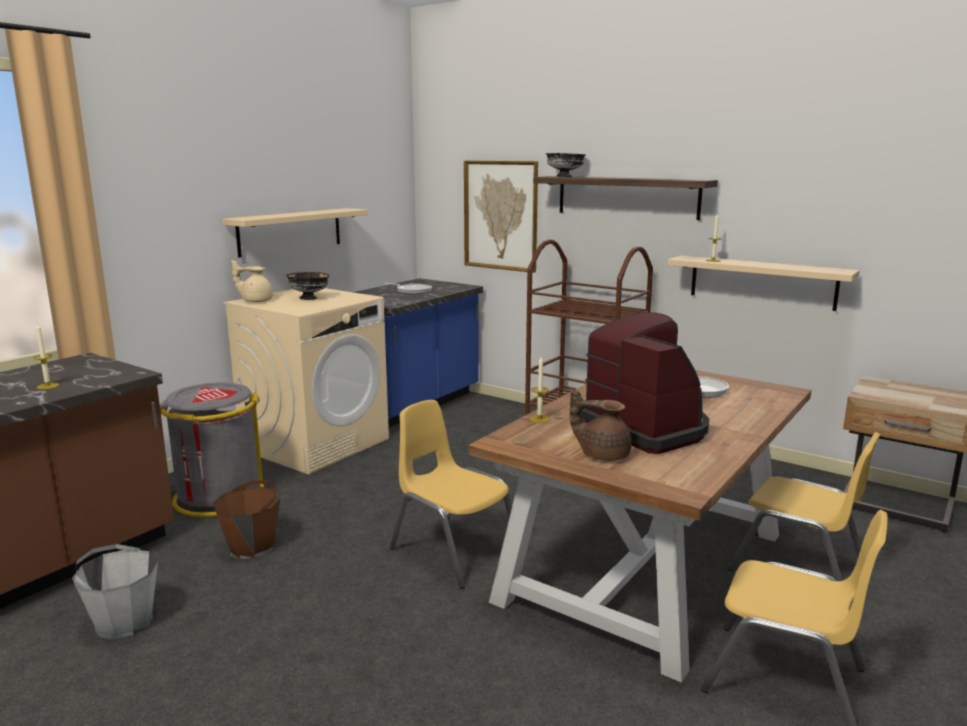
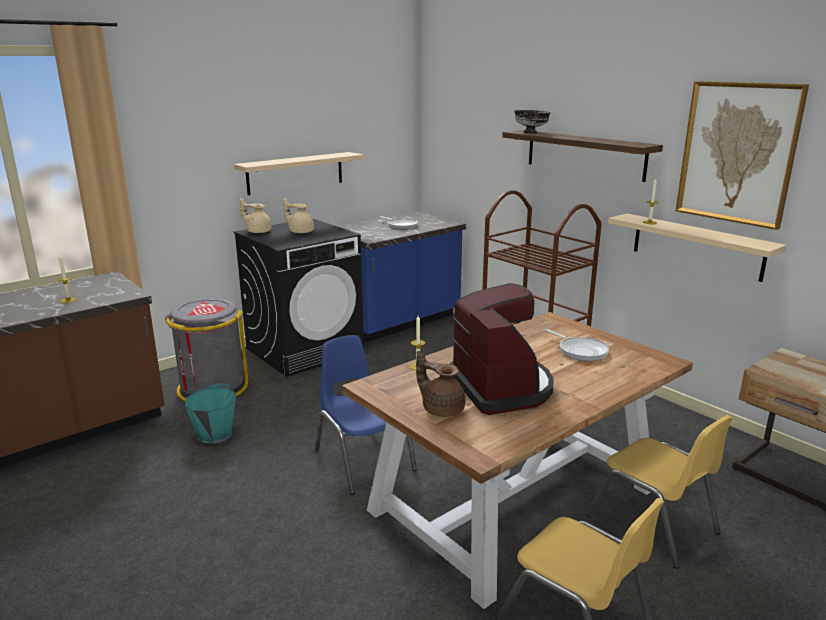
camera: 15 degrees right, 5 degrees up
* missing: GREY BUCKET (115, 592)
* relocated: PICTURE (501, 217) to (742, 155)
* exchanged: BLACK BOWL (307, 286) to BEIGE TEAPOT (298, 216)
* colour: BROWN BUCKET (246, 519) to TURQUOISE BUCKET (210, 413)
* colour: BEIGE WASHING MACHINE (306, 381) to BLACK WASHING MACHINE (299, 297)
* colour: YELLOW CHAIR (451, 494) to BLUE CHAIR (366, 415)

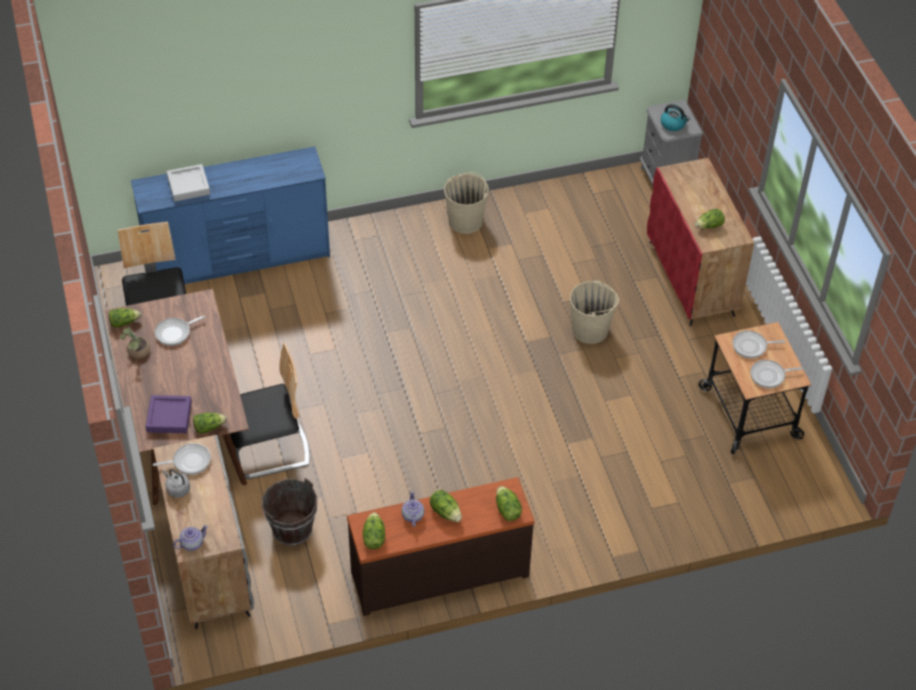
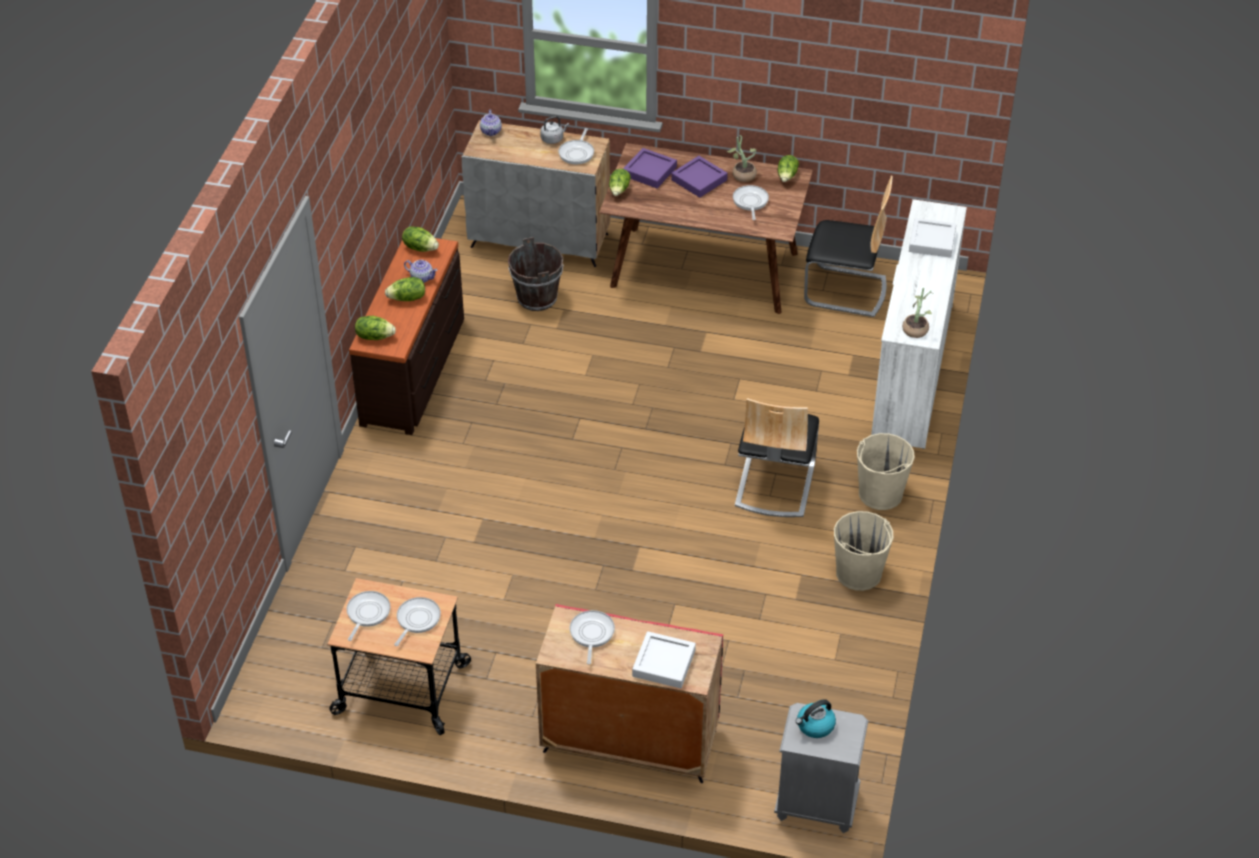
camera: 120 degrees right, 5 degrees down
* appeared: GREY TRAY (664, 659)
* appeared: PURPLE TRAY (699, 177)
* appeared: POTTED PLANT (917, 312)
* relocated: CHAIR (269, 411) to (777, 457)
* relocated: BEIGE BUCKET (594, 312) to (886, 471)
* exchanged: LETTUCE (710, 218) to FRYING PAN (592, 637)
* colour: BLUE DRESSER (230, 215) to WHITE DRESSER (919, 324)

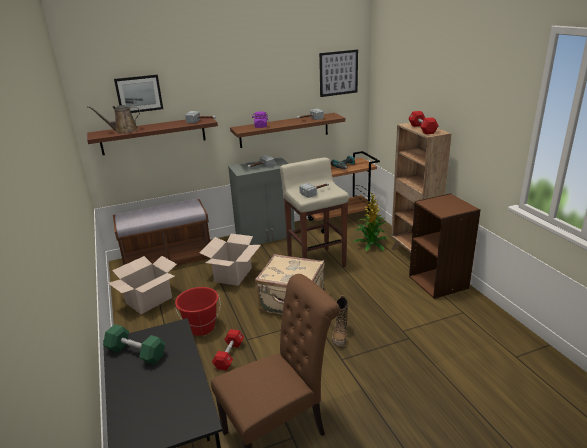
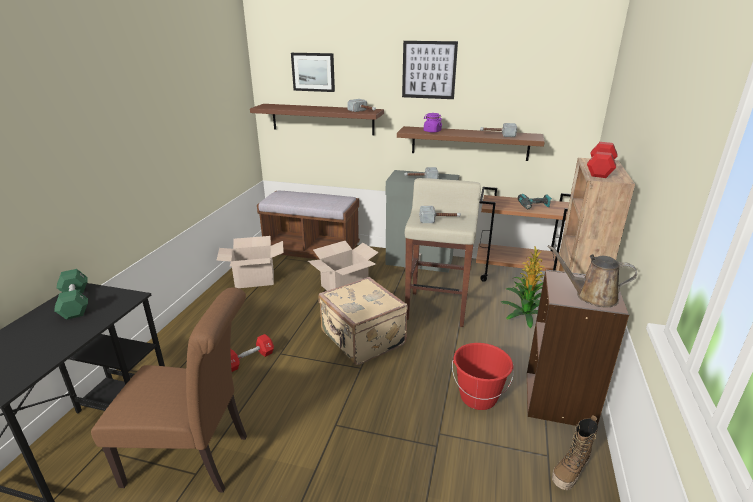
camera: 35 degrees right, 0 degrees up
* relocated: BROWN WATERING CAN (113, 119) to (592, 276)
* relocated: RED BUCKET (197, 311) to (483, 376)
* relocated: PICTURE (338, 73) to (430, 70)
* relocated: BOOT (340, 320) to (575, 452)

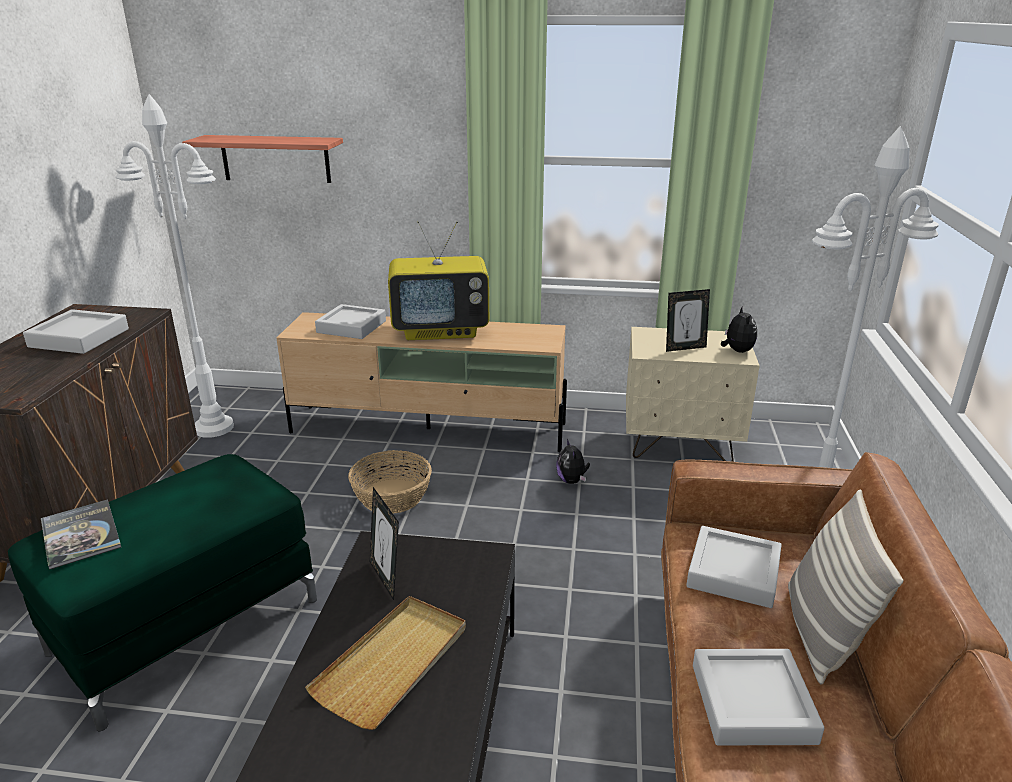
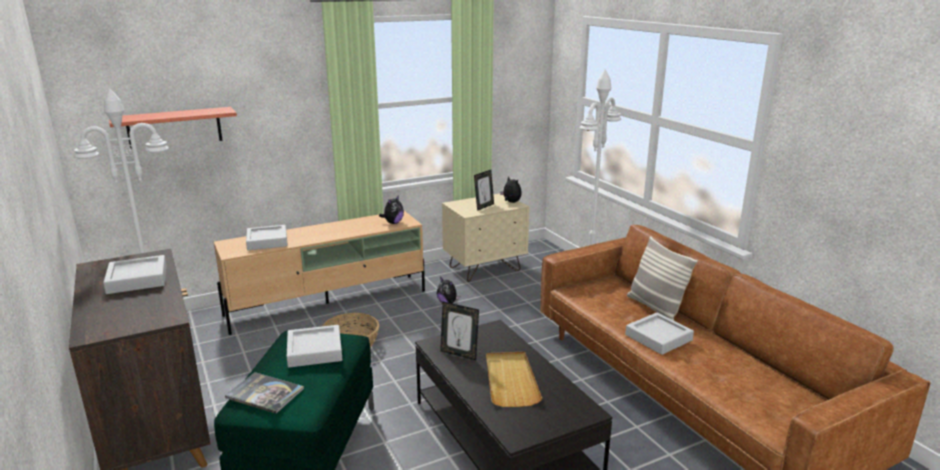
camera: 35 degrees left, 5 degrees down
* missing: TELEVISION (438, 280)
* appeared: PLUSH TOY (391, 209)
* relocated: GREY TRAY (734, 567) to (314, 346)

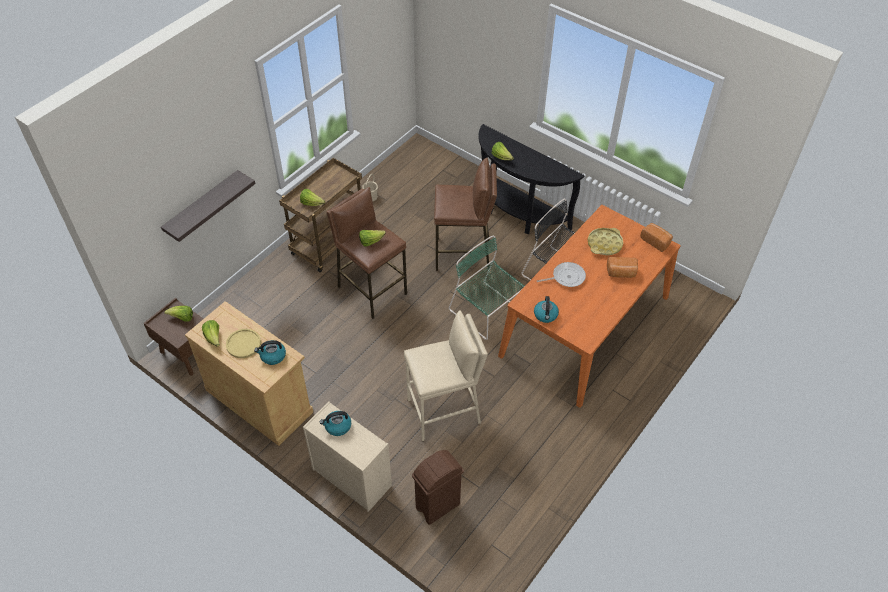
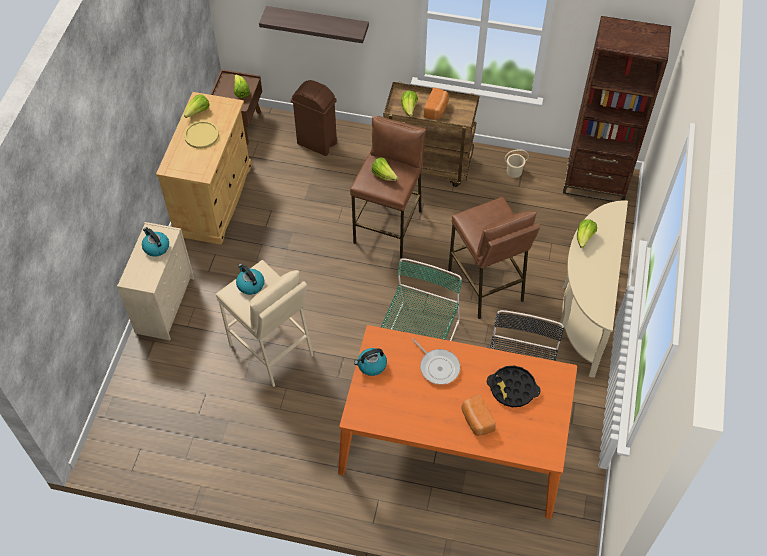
camera: 65 degrees right, 5 degrees up
* appeared: BROWN BOOKCASE (617, 109)
* relocated: KETTLE (270, 352) to (250, 279)
* relocated: BROWN TRASH CAN (438, 487) to (314, 118)
* relocated: BREAD (656, 237) to (436, 104)
* colour: BLACK CONSOLE TABLE (531, 179) to BEIGE CONSOLE TABLE (592, 289)
* colour: YELLOW TRAY (605, 241) to BLACK TRAY (513, 386)

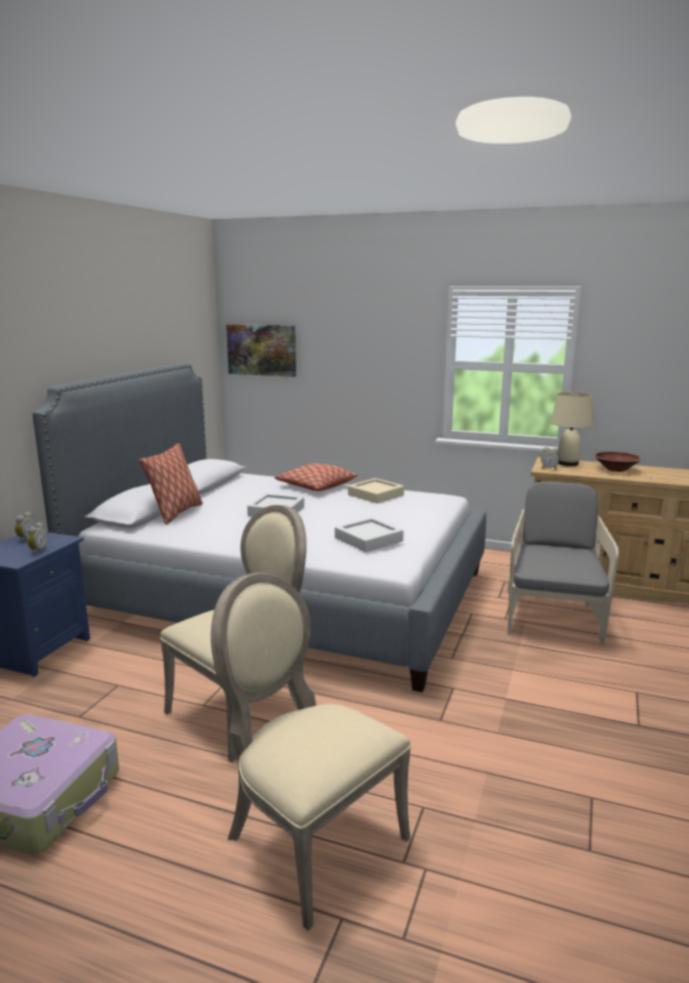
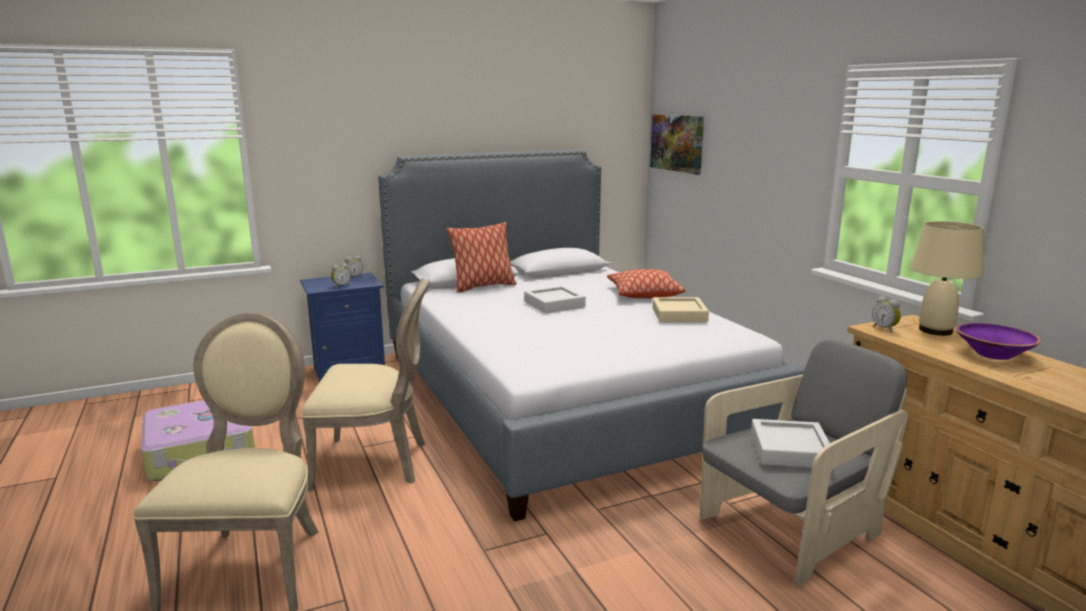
camera: 45 degrees right, 0 degrees up
* relocated: GREY TRAY (369, 534) to (790, 443)
* colour: BROWN BOWL (618, 462) to PURPLE BOWL (998, 341)

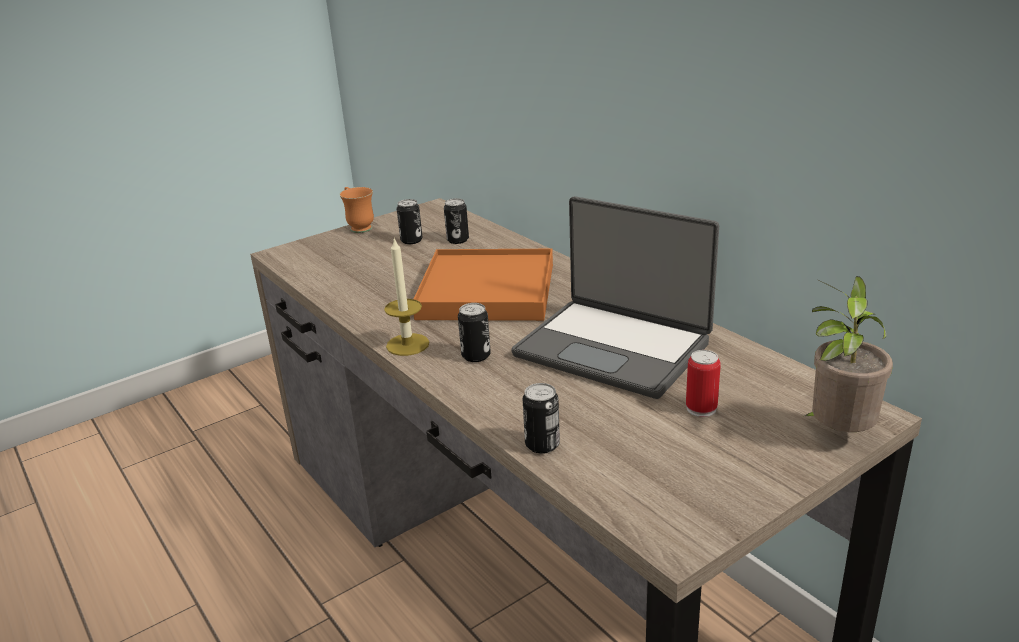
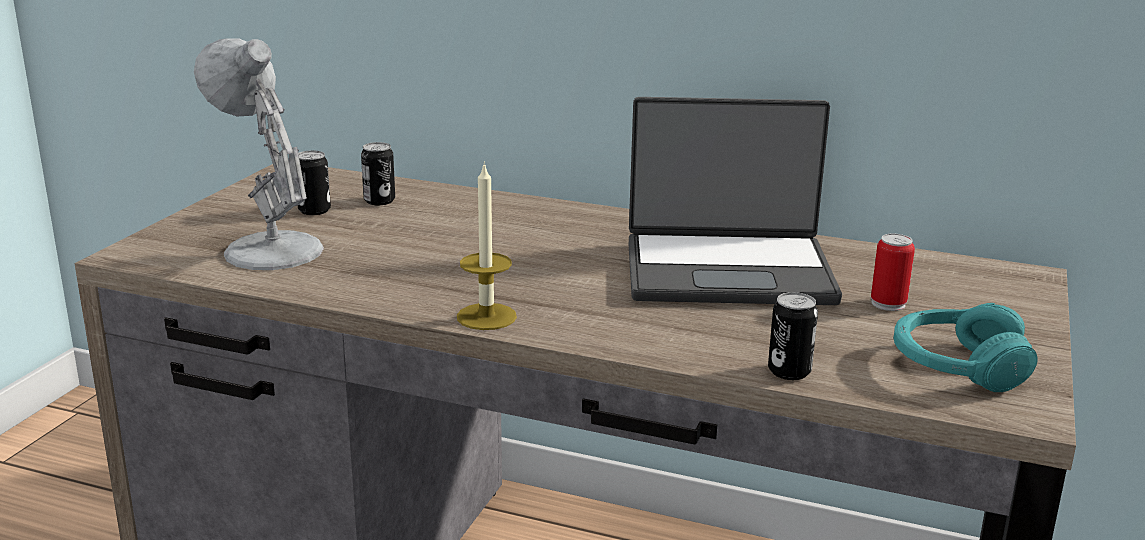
camera: 35 degrees left, 5 degrees down
* missing: ORANGE MUG (356, 210)
* missing: ORANGE TRAY (483, 285)
* missing: CAN (474, 332)
* missing: POTTED PLANT (849, 354)
* appeared: WHITE TABLE LAMP (259, 154)
* appeared: TURQUOISE HEADPHONES (965, 347)

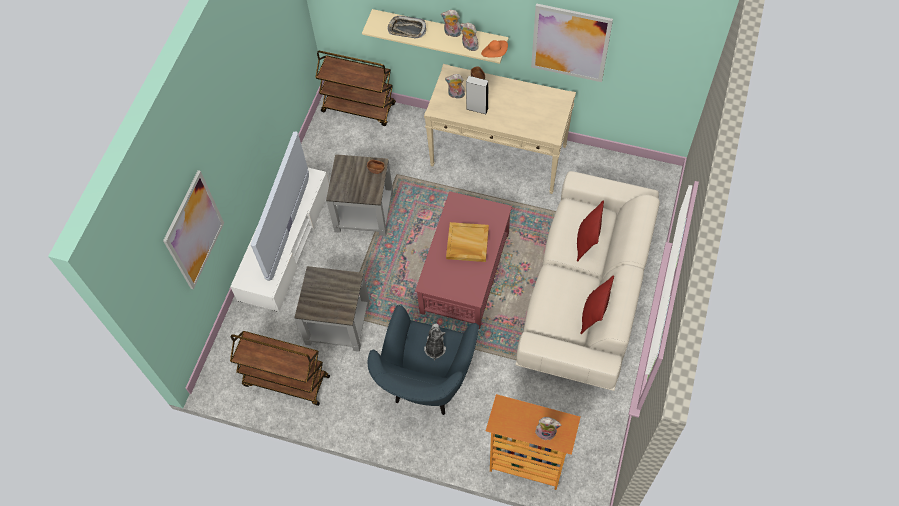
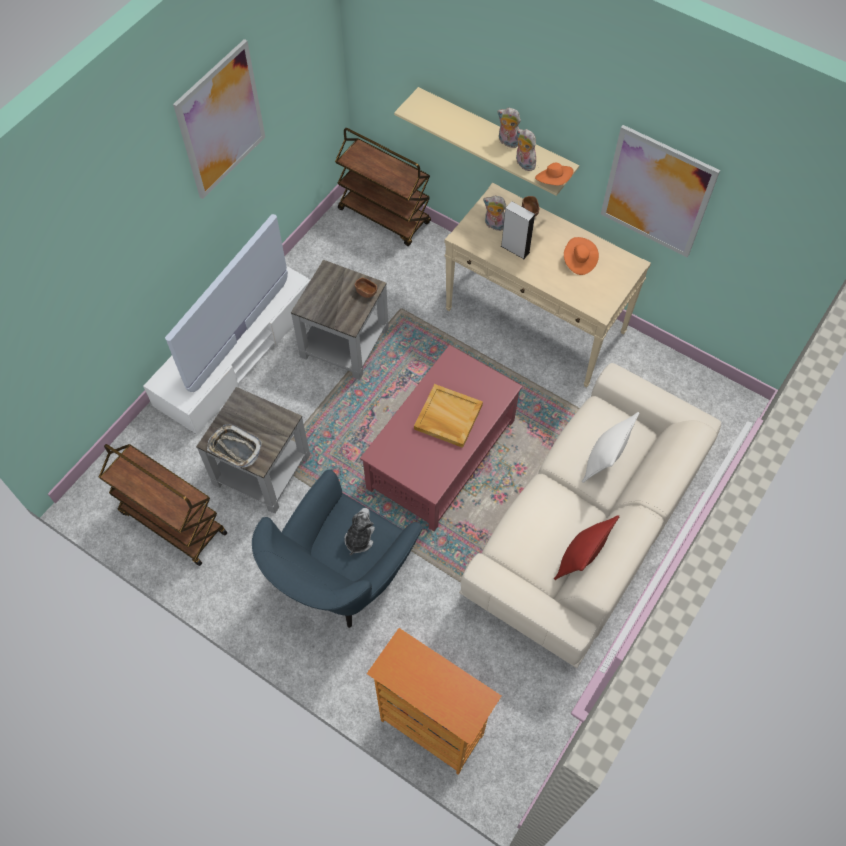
camera: 15 degrees right, 0 degrees up
* missing: PLUSH TOY (548, 428)
* appeared: ORANGE HAT (581, 256)
* relocated: PICTURE (193, 229) to (219, 119)
* relocated: TRAY (406, 27) to (234, 445)
* colour: RED PILLOW (590, 231) to WHITE PILLOW (610, 447)

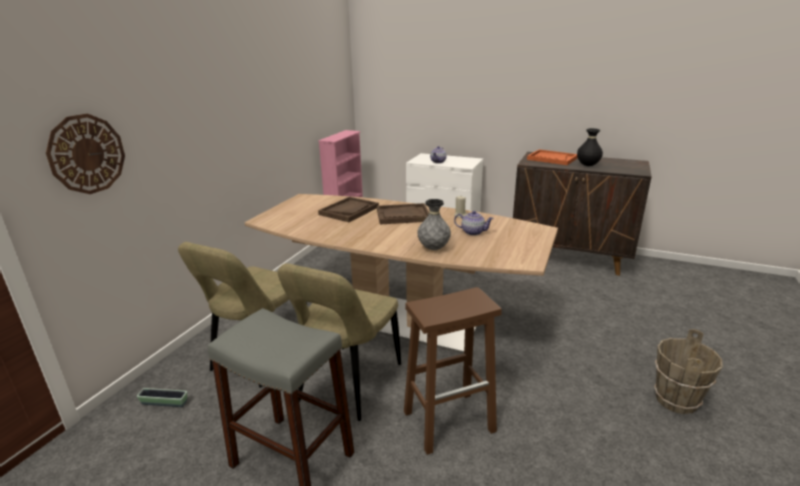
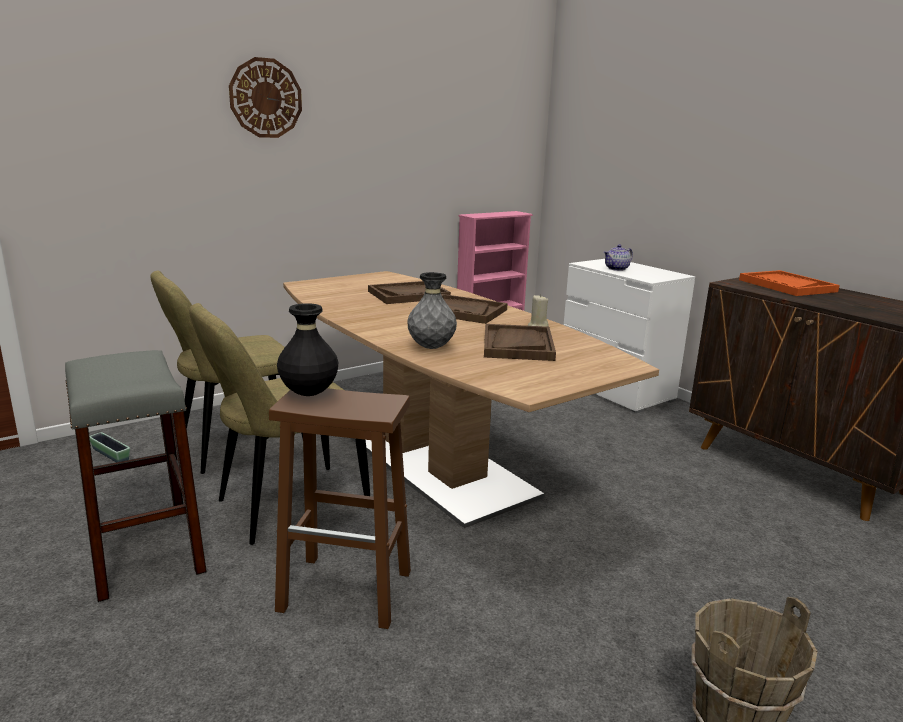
camera: 30 degrees right, 5 degrees down
* relocated: WALL CLOCK (85, 154) to (265, 97)
* relocated: BLACK VASE (590, 147) to (307, 349)
* exchanged: TEAPOT (474, 223) to BROWN TRAY (520, 342)

